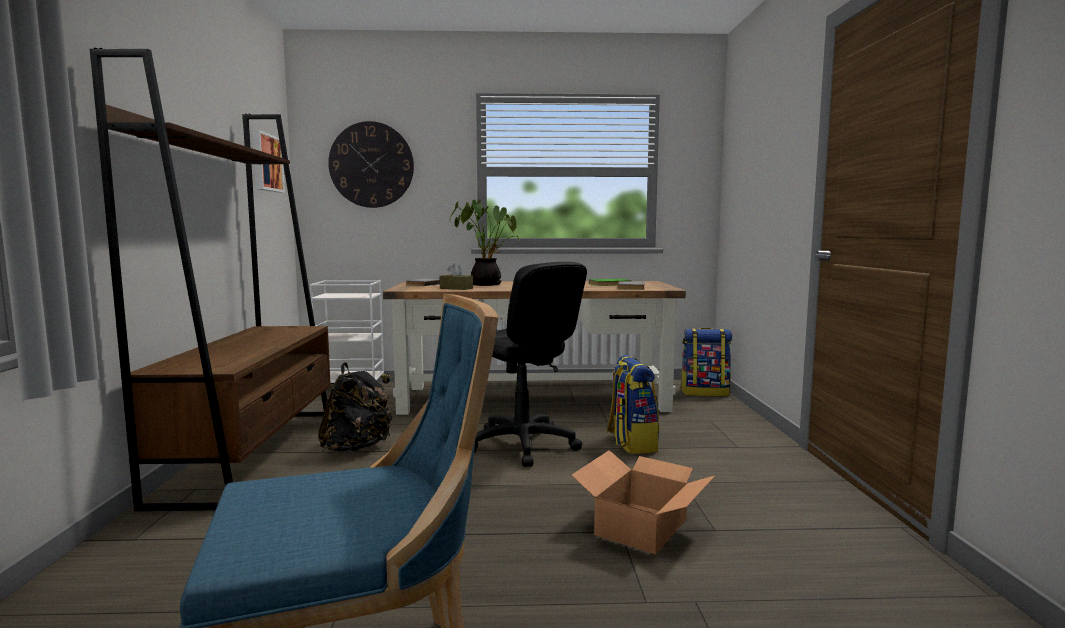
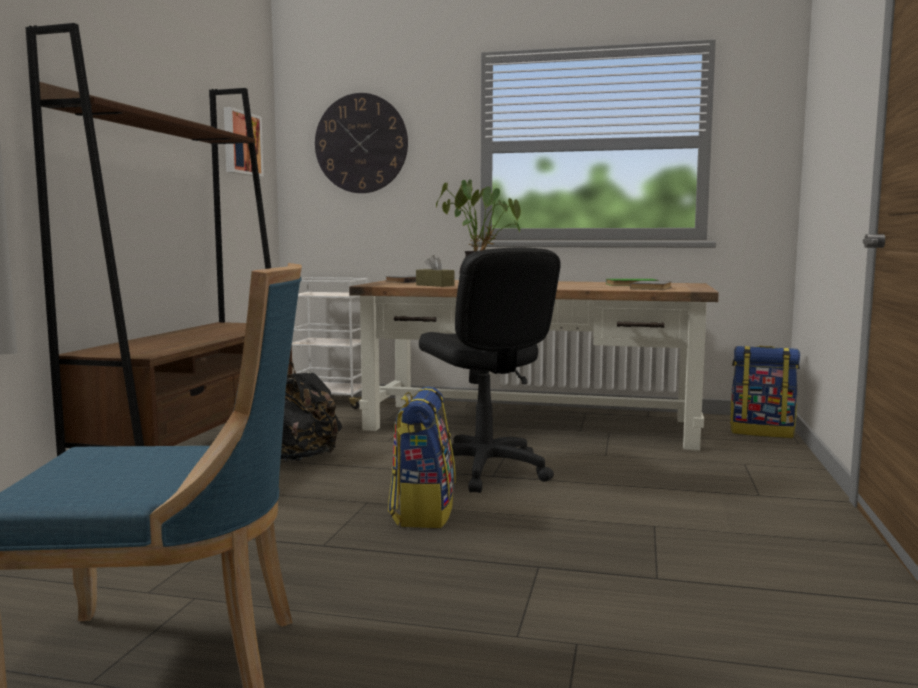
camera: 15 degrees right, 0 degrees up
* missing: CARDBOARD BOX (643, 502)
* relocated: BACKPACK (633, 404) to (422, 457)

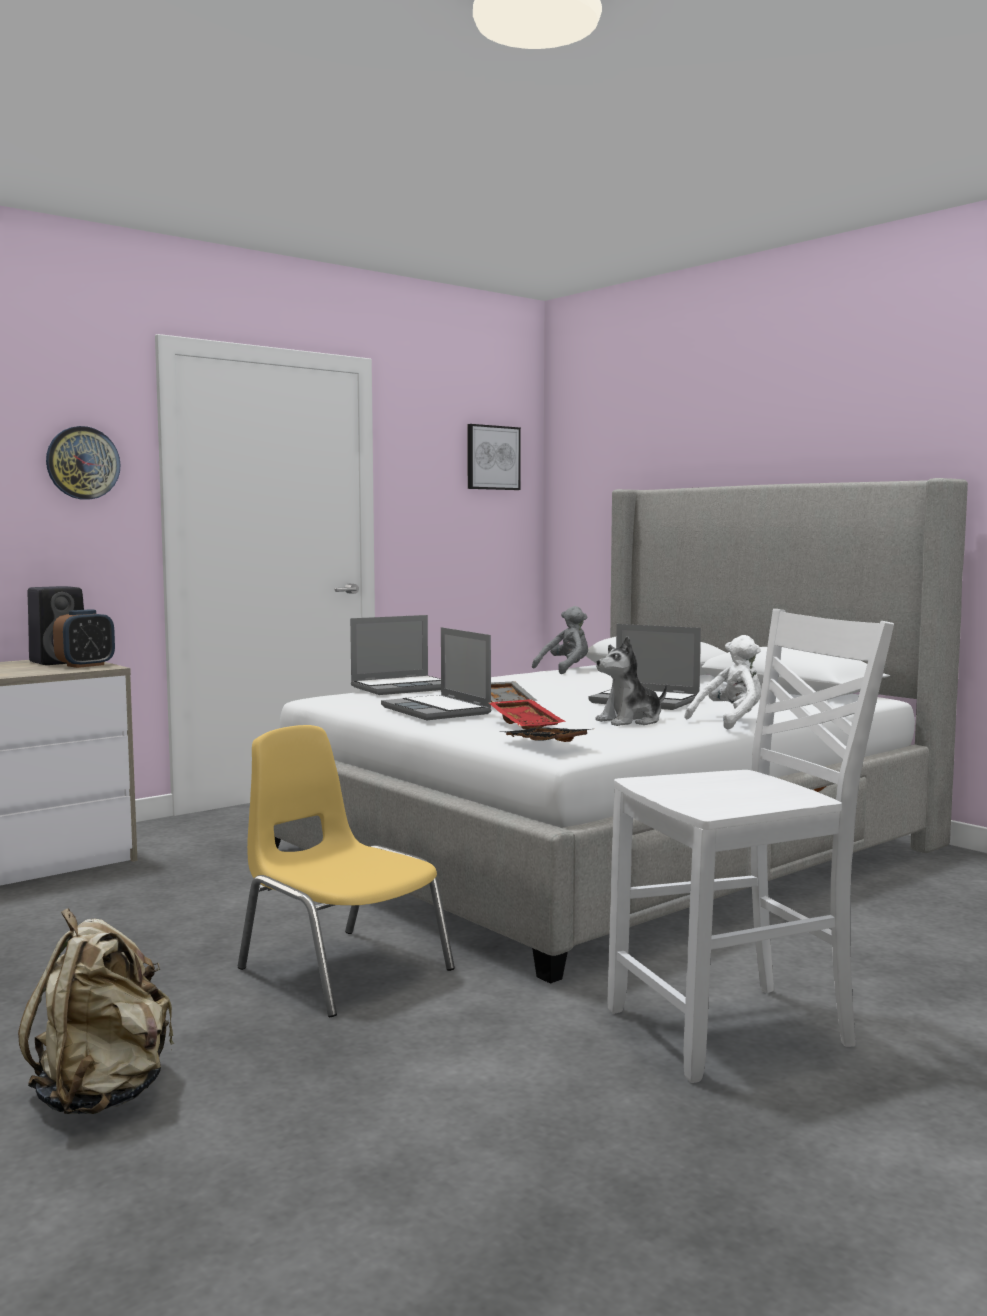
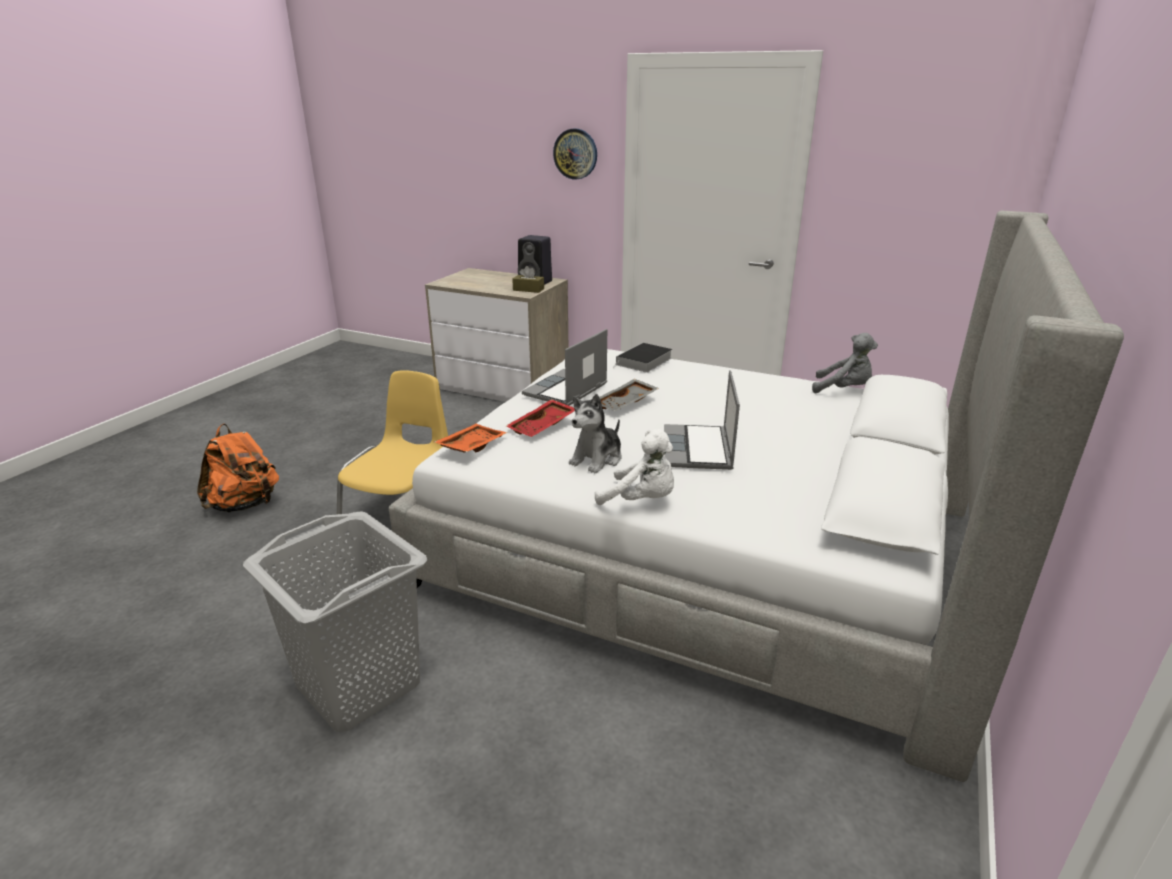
camera: 65 degrees right, 20 degrees up
* missing: PICTURE (494, 457)
* exchanged: ALARM CLOCK (84, 638) to BROWN TISSUE BOX (528, 279)
* exchanged: LAPTOP (395, 655) to BOOK (642, 358)
* exchanged: WHITE CHAIR (751, 846) to GREY LAUNDRY BASKET (335, 621)
* colour: BEIGE BACKPACK (96, 1011) to ORANGE BACKPACK (238, 468)
* colour: BLACK TRAY (543, 734) to ORANGE TRAY (470, 438)
* spun: PLUSH TOY (631, 681) = (595, 433) 90 degrees counterclockwise

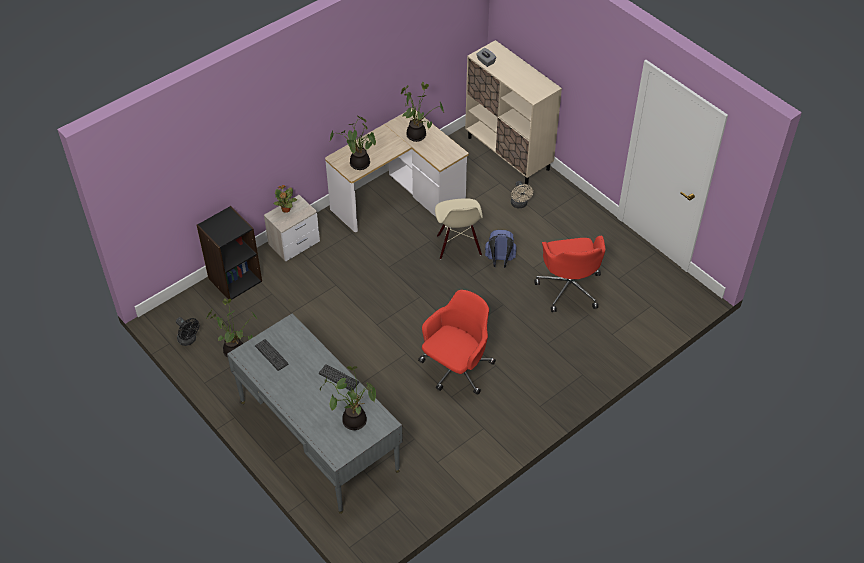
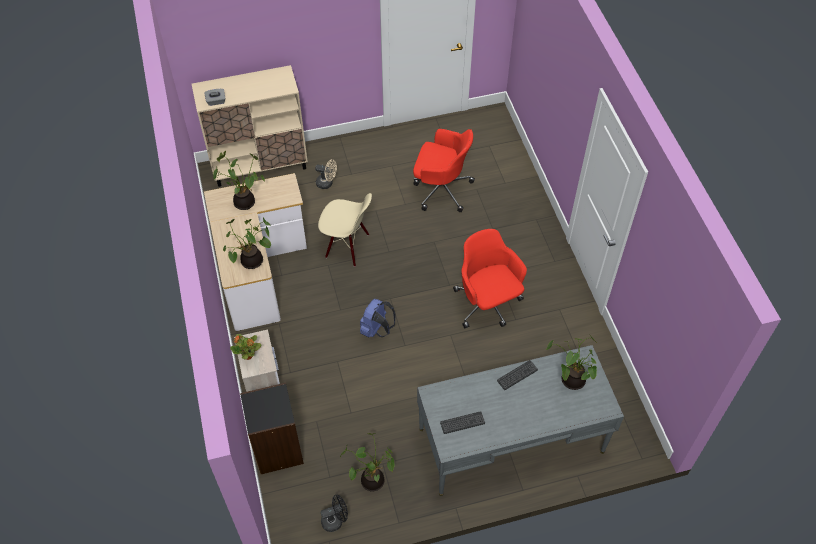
camera: 65 degrees left, 5 degrees up
* relocated: BLUE BACKPACK (501, 249) to (378, 318)

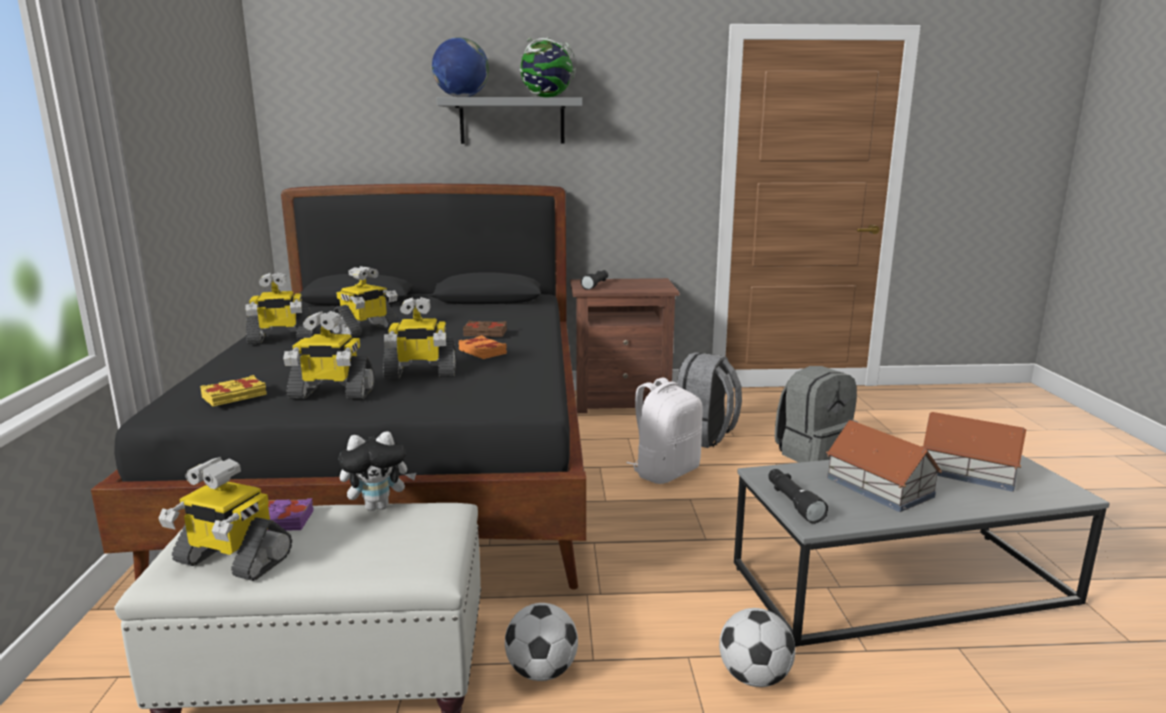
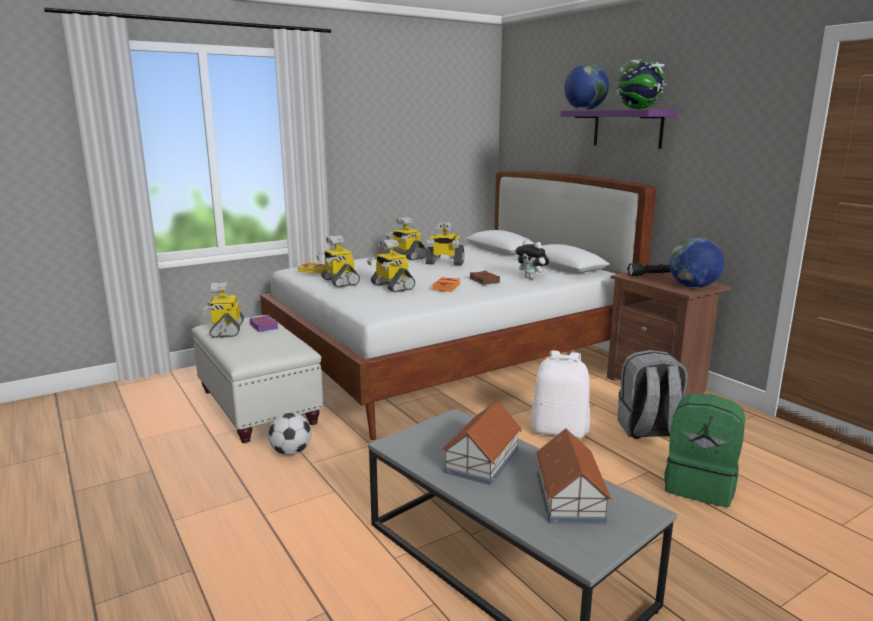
camera: 60 degrees right, 0 degrees up
* missing: FOOTBALL (757, 647)
* missing: BLACK FLASHLIGHT (798, 496)
* appeared: GLOBE (696, 262)
* relocated: PLUSH TOY (377, 471) to (532, 259)
* colour: BLACK BED (338, 386) to WHITE BED (458, 305)
* colour: GREY SHELF (509, 120) to PURPLE SHELF (618, 129)
* colour: GREY BACKPACK (816, 414) to GREEN BACKPACK (704, 450)

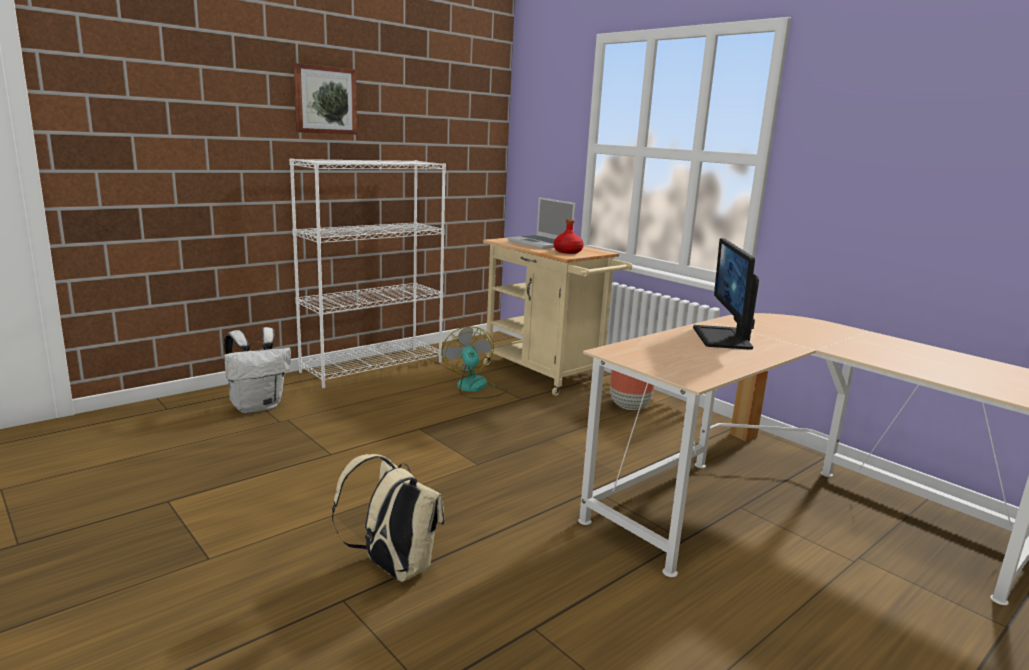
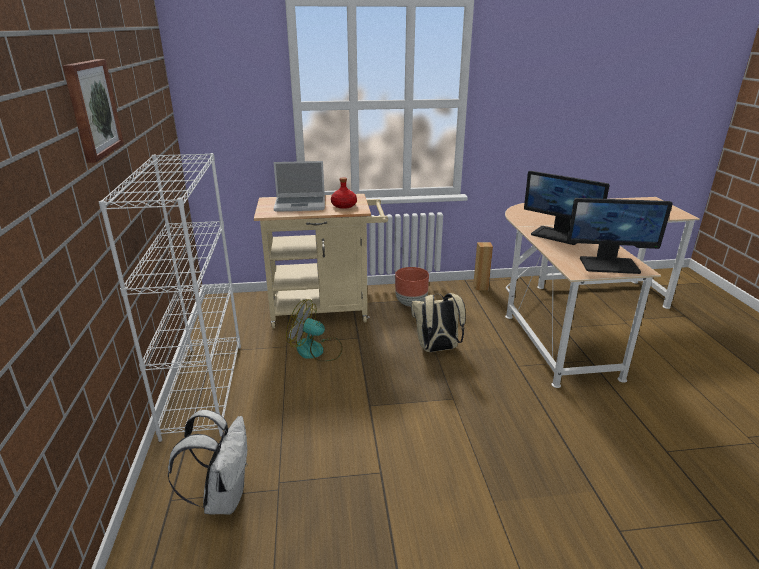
camera: 55 degrees left, 10 degrees up
* appeared: MONITOR (620, 236)
* relocated: BEIGE BACKPACK (388, 518) to (438, 322)

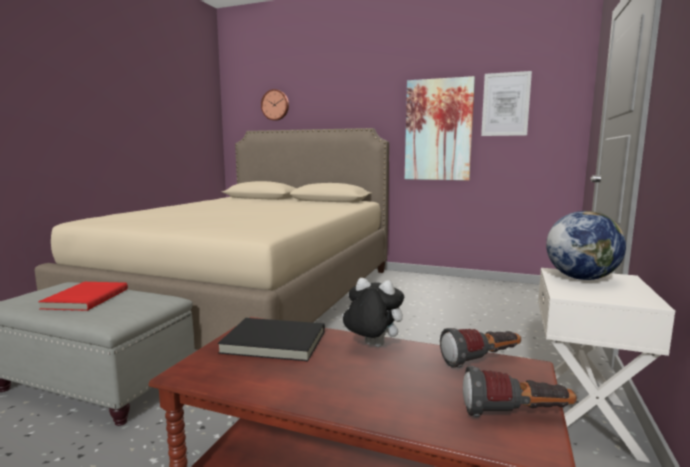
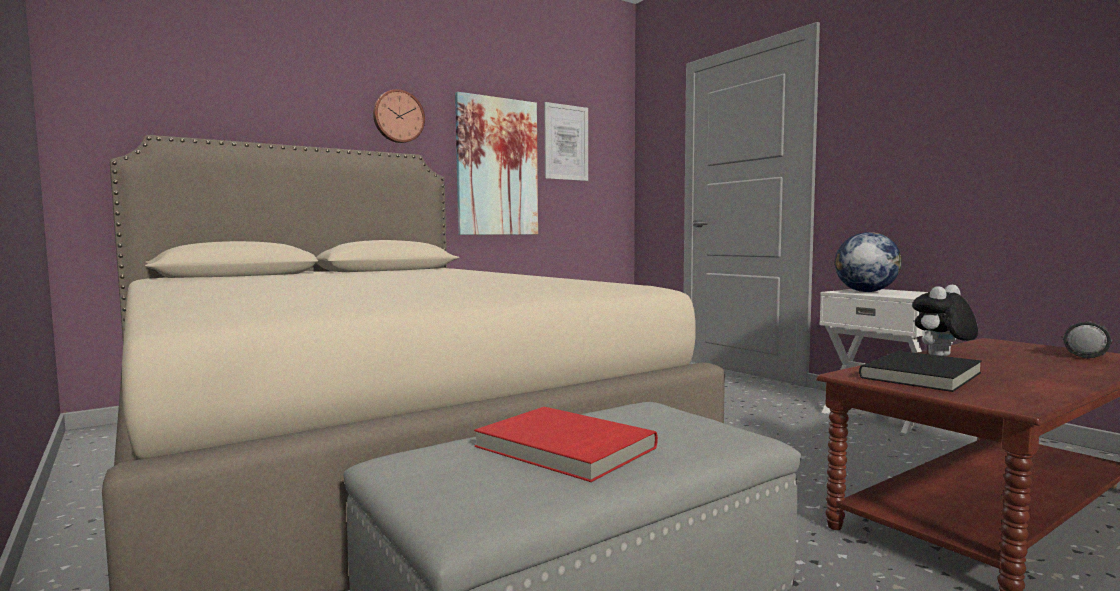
camera: 55 degrees left, 5 degrees down
* missing: FLASHLIGHT (480, 348)
* relocated: WALL CLOCK (275, 105) to (399, 116)

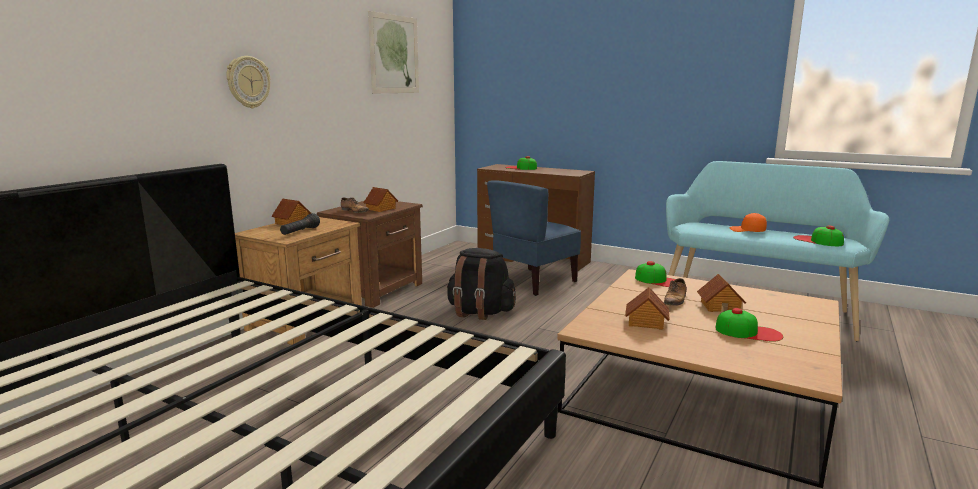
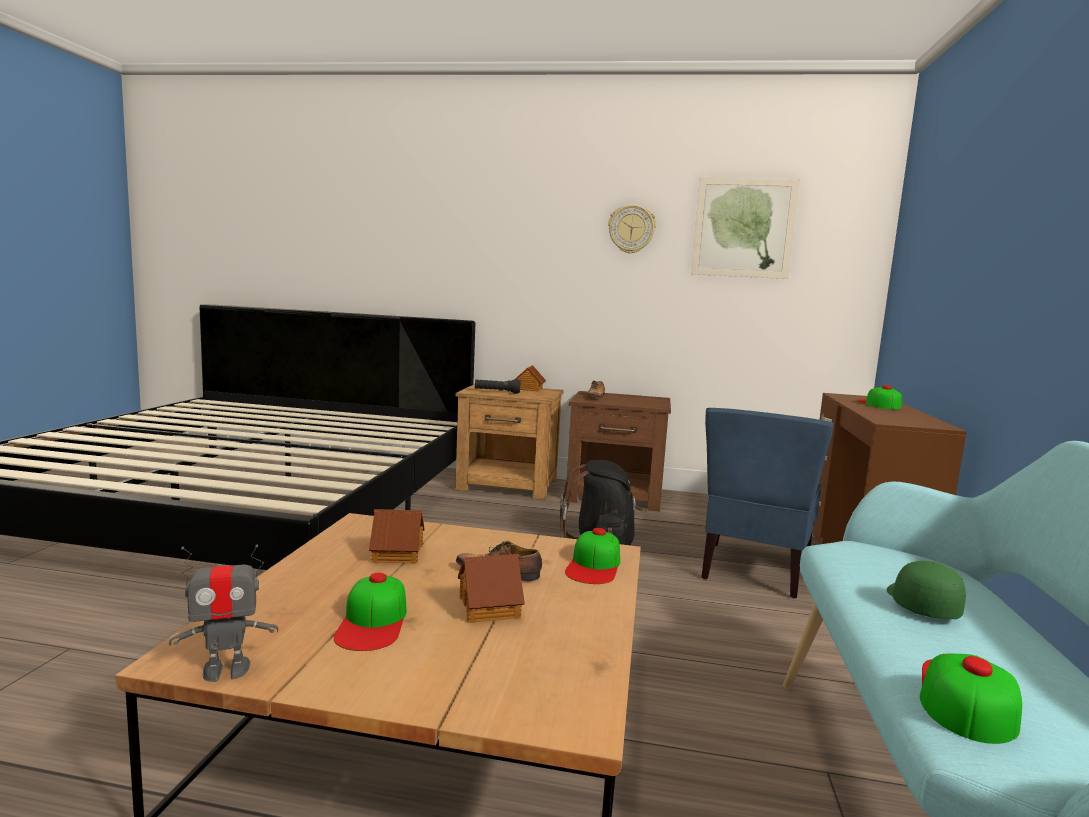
camera: 70 degrees right, 5 degrees down
* missing: TOY HOUSE (380, 199)
* appeared: TOY ROBOT (223, 613)
* relocated: WALL CLOCK (248, 82) to (632, 229)
* colour: ORANGE CAP (748, 222) to GREEN CAP (926, 590)
* spun: BLUE CHAIR (534, 238) = (767, 503) 90 degrees counterclockwise

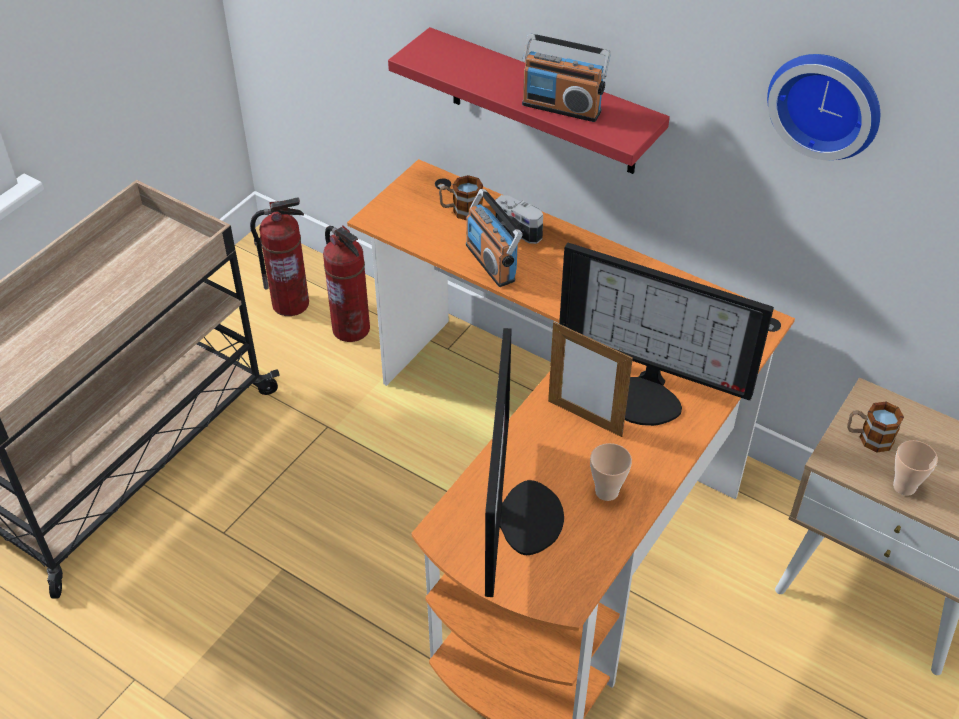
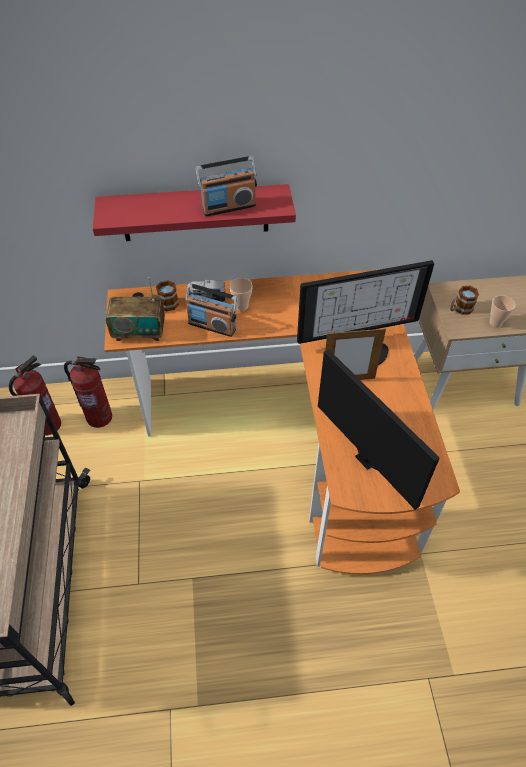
camera: 40 degrees left, 5 degrees up
* missing: WALL CLOCK (823, 107)
* appeared: RADIO (135, 309)
* relocated: CUP (611, 472) to (241, 294)

